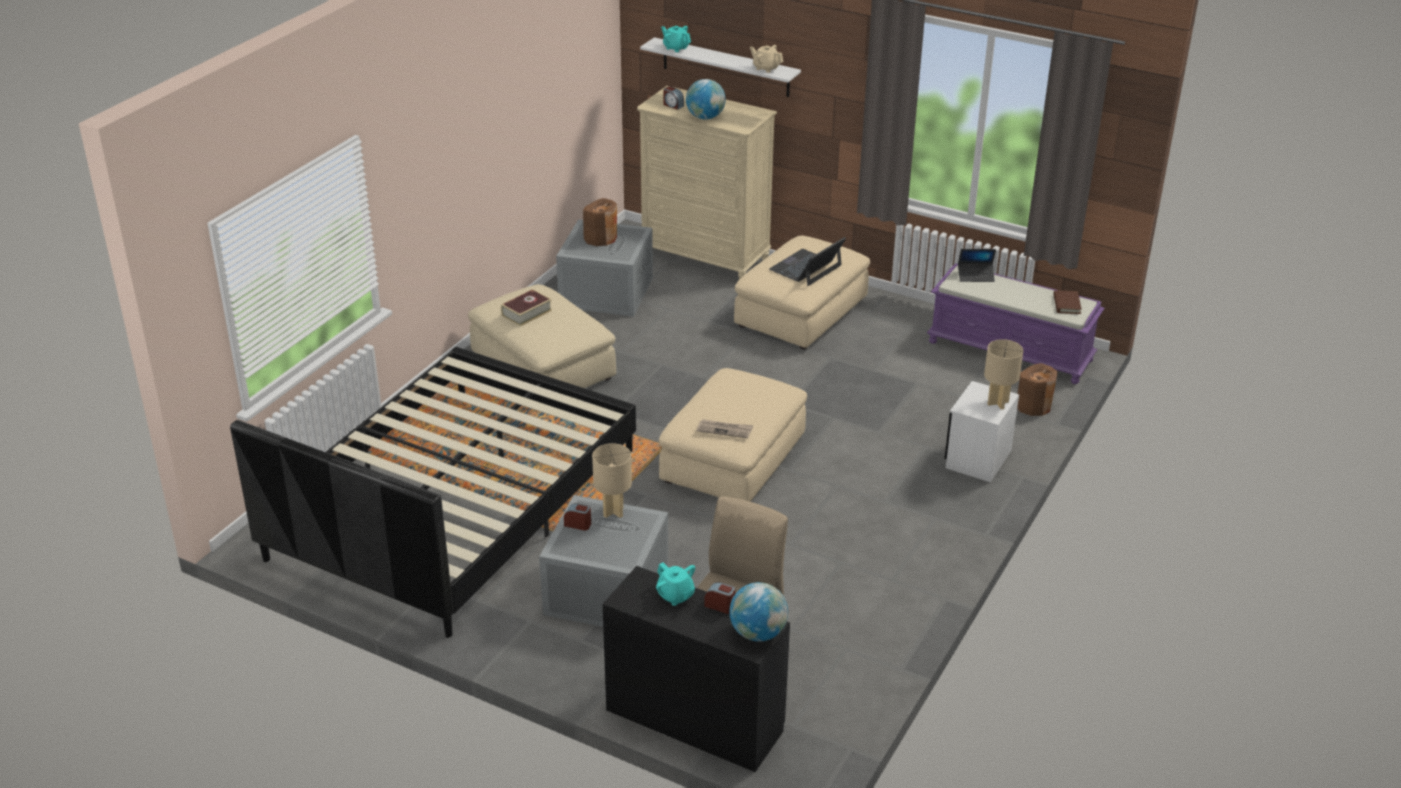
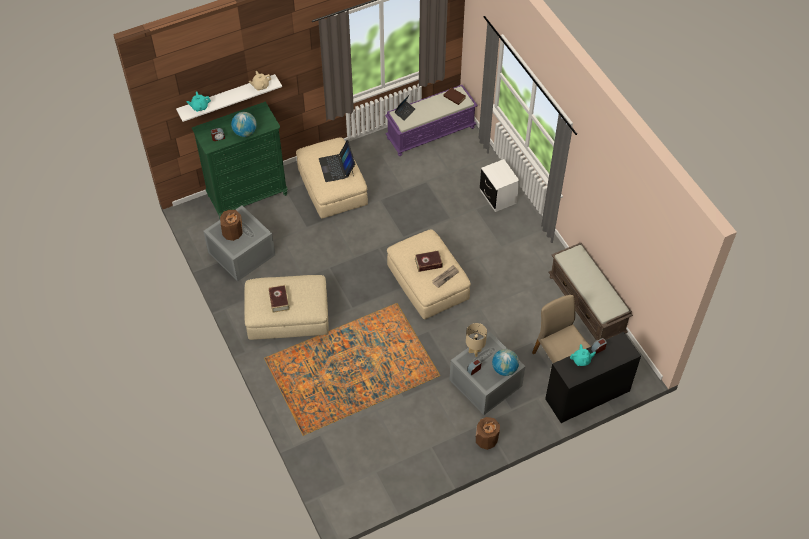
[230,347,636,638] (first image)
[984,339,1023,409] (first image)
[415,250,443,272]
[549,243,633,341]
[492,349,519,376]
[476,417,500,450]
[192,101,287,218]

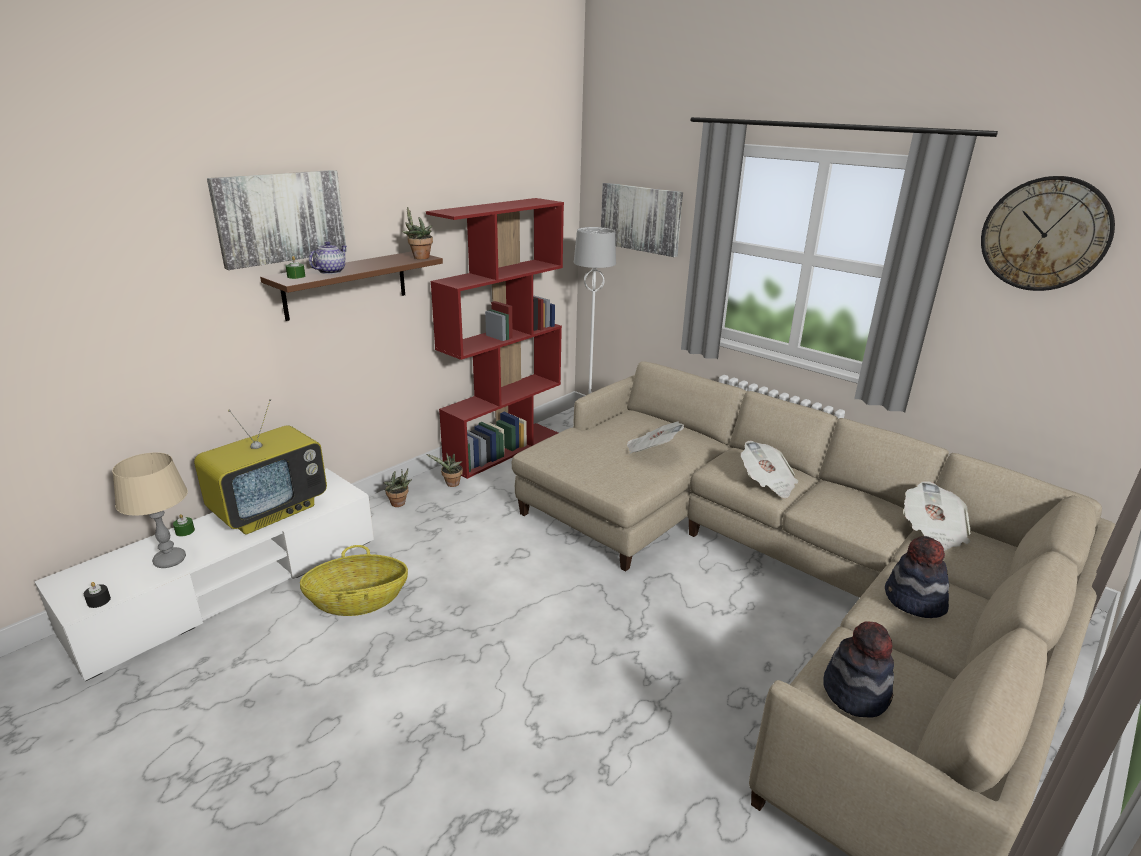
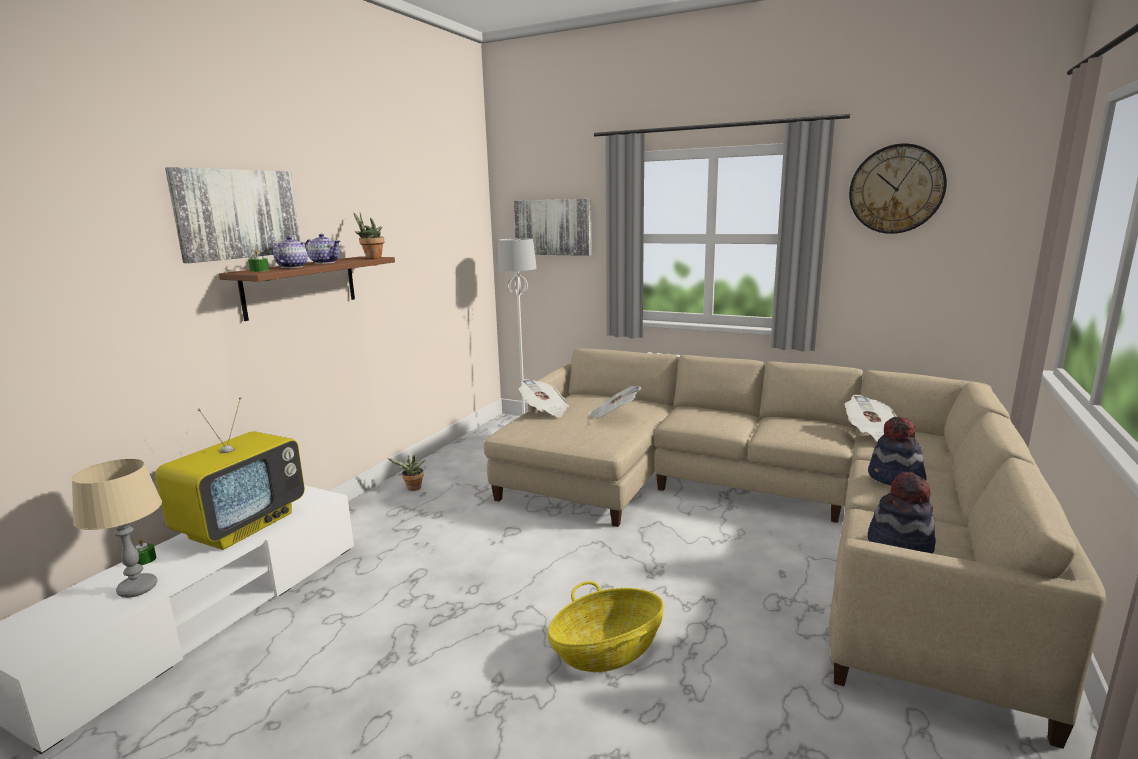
[84,582,111,608] (first image)
[384,468,412,507] (first image)
[426,198,564,479] (first image)
[305,234,340,264]
[548,581,663,672]
[519,379,570,417]

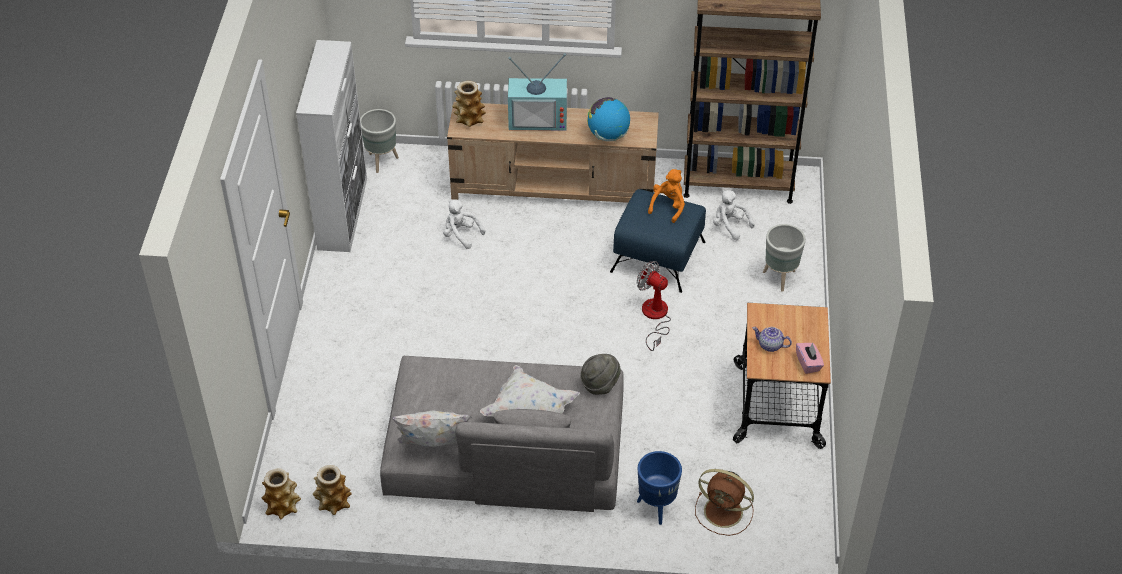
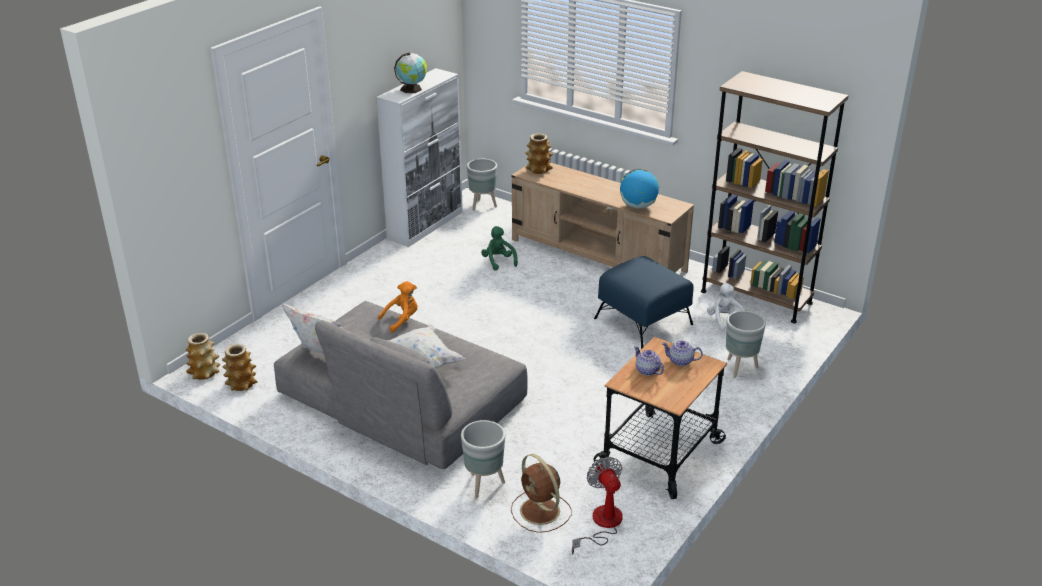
[508,53,567,131] (first image)
[580,354,621,395] (first image)
[796,343,824,374] (first image)
[394,52,427,93]
[662,341,703,366]
[572,457,623,555]
[378,281,418,333]
[481,226,518,271]
[461,420,505,498]

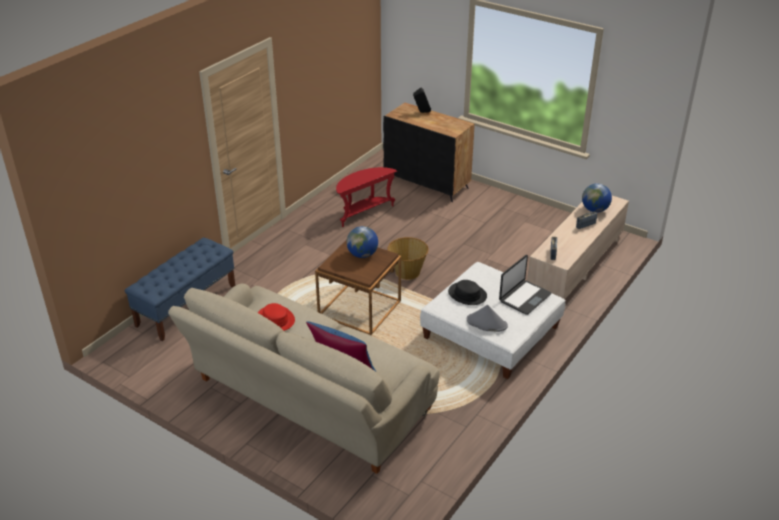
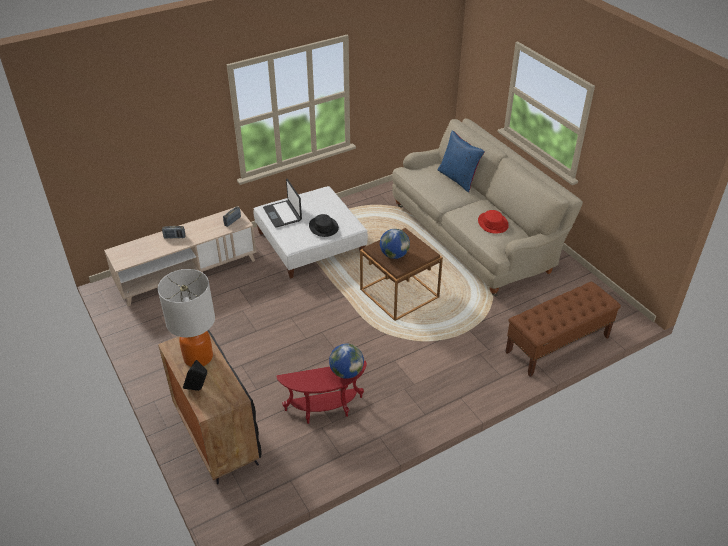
[387,237,429,280] (first image)
[467,305,508,332] (first image)
[158,269,215,367]
[329,344,364,379]
[506,281,621,377]
[263,179,302,228]

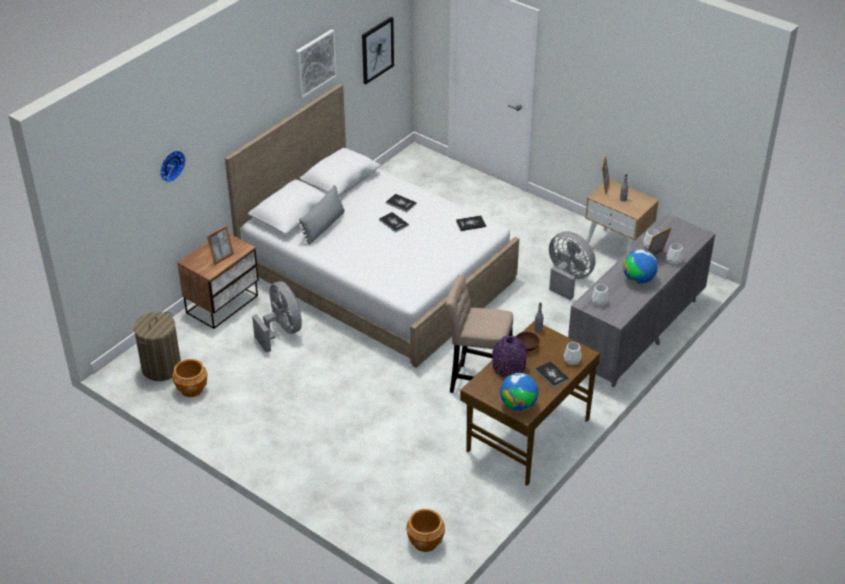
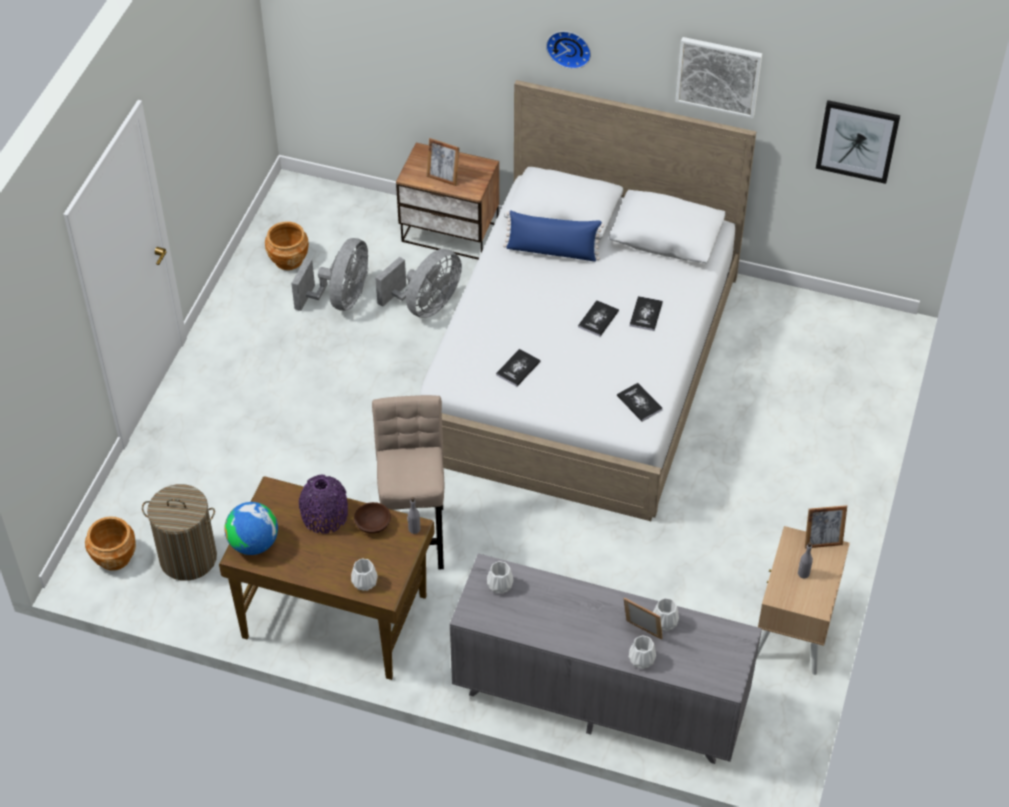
[623,249,658,284] (first image)
[142,484,217,581]
[546,31,591,69]
[496,349,541,387]
[291,238,368,311]
[503,210,604,261]

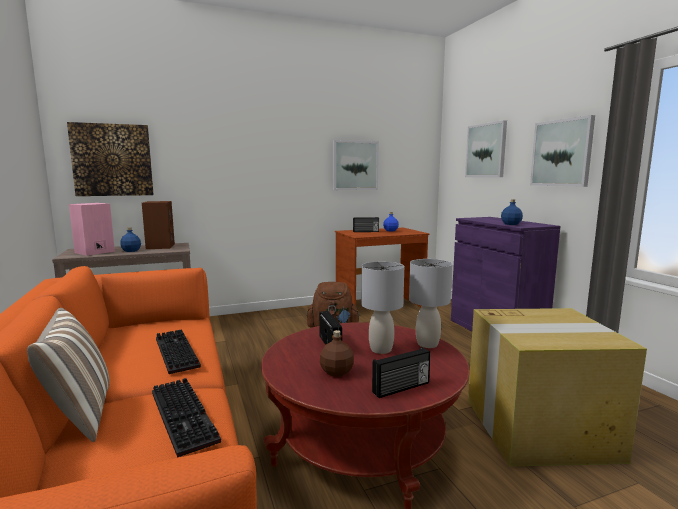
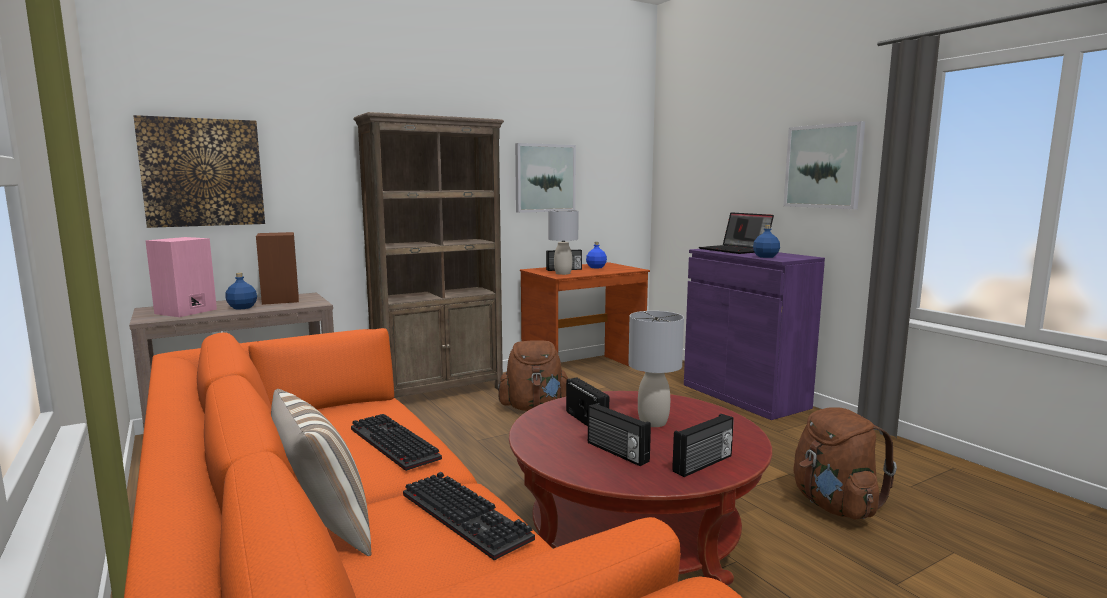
[465,120,507,177] (first image)
[353,112,504,398]
[699,212,774,254]
[548,210,579,275]
[588,403,651,466]
[794,407,897,520]

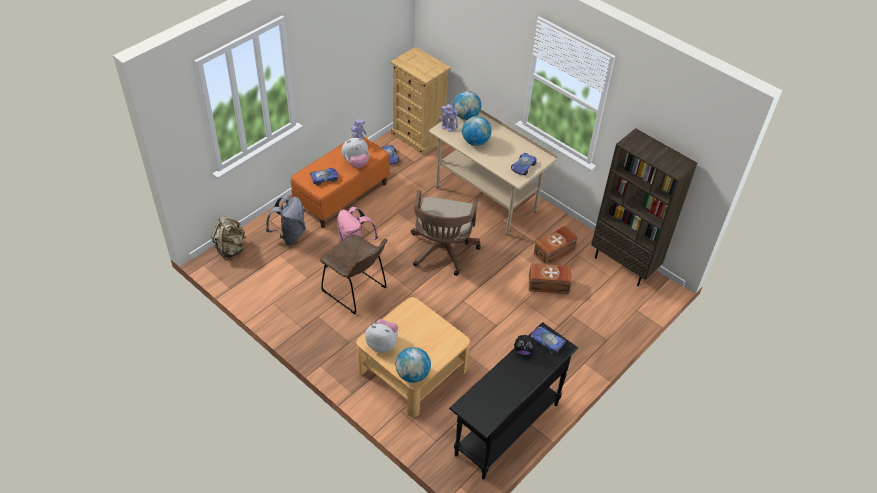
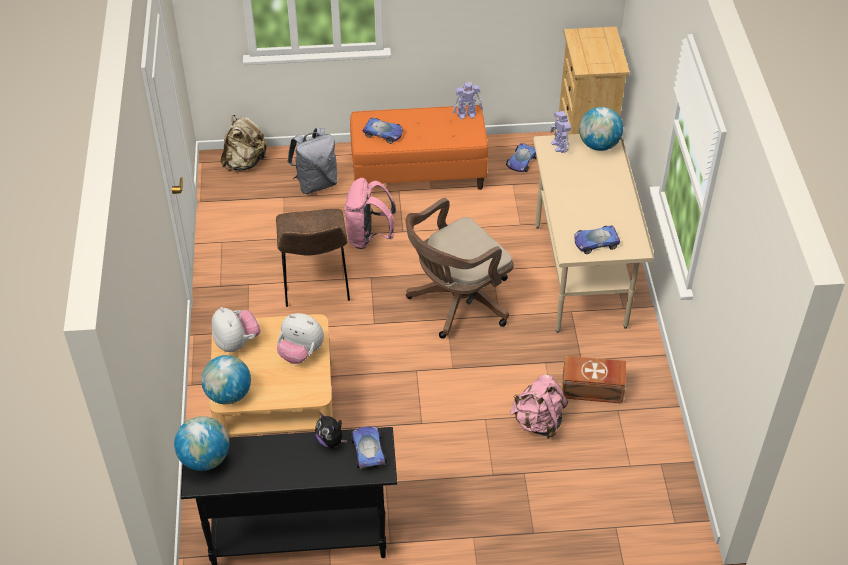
[591,128,697,286] (first image)
[277,313,324,364]
[174,416,229,471]
[510,374,568,439]

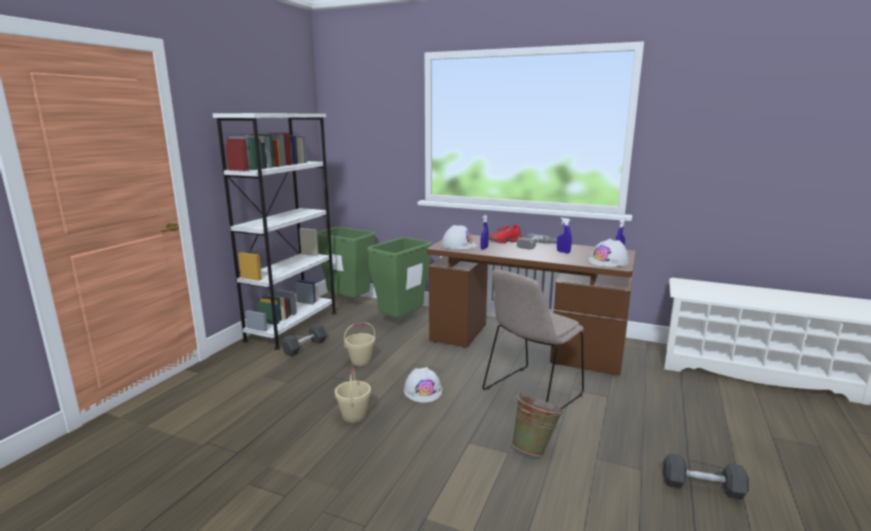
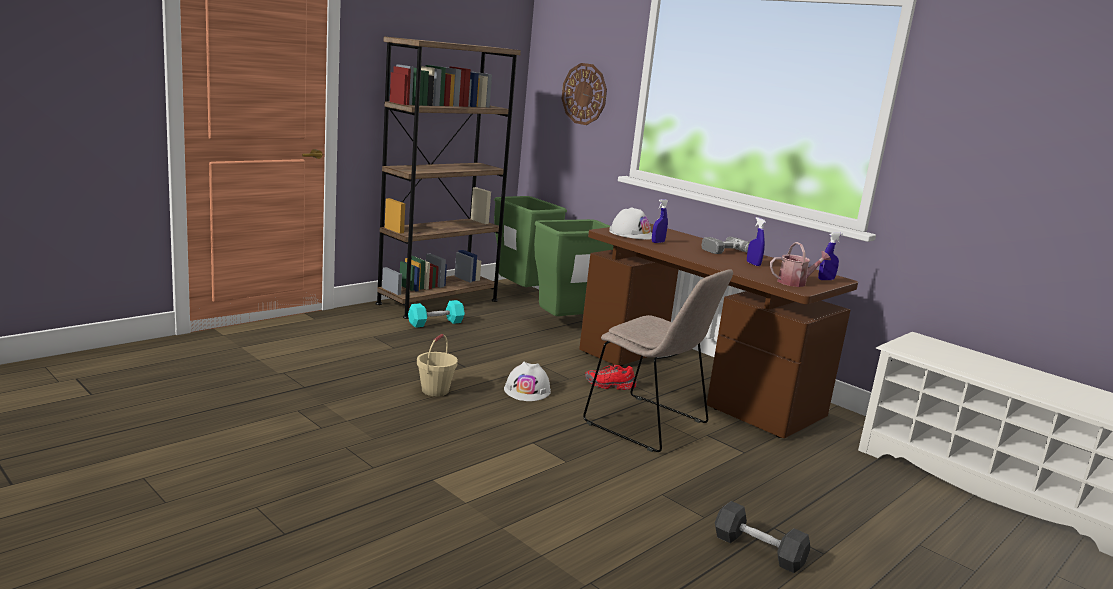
[344,322,375,366] (first image)
[512,392,563,456] (first image)
[562,63,607,125]
[585,364,637,390]
[770,242,831,287]
[376,36,521,319]
[408,300,465,328]
[583,269,733,452]

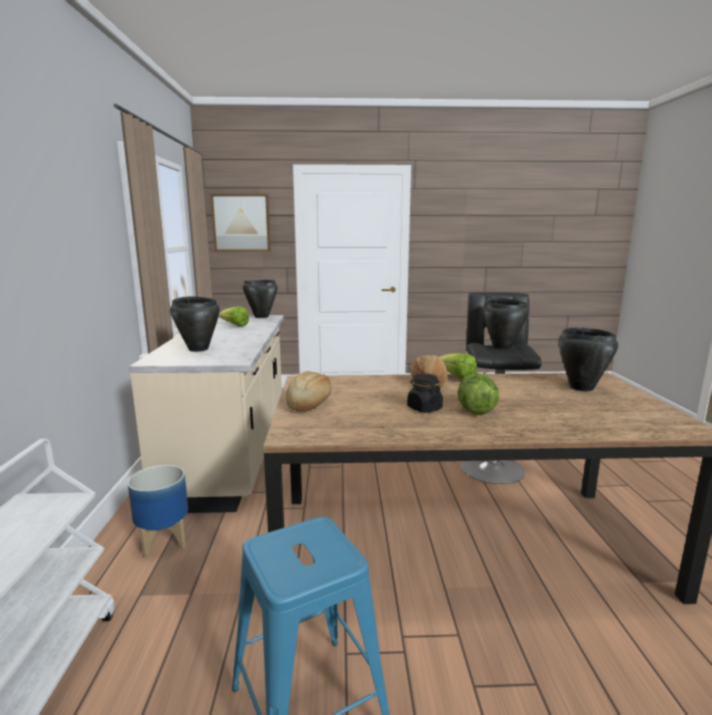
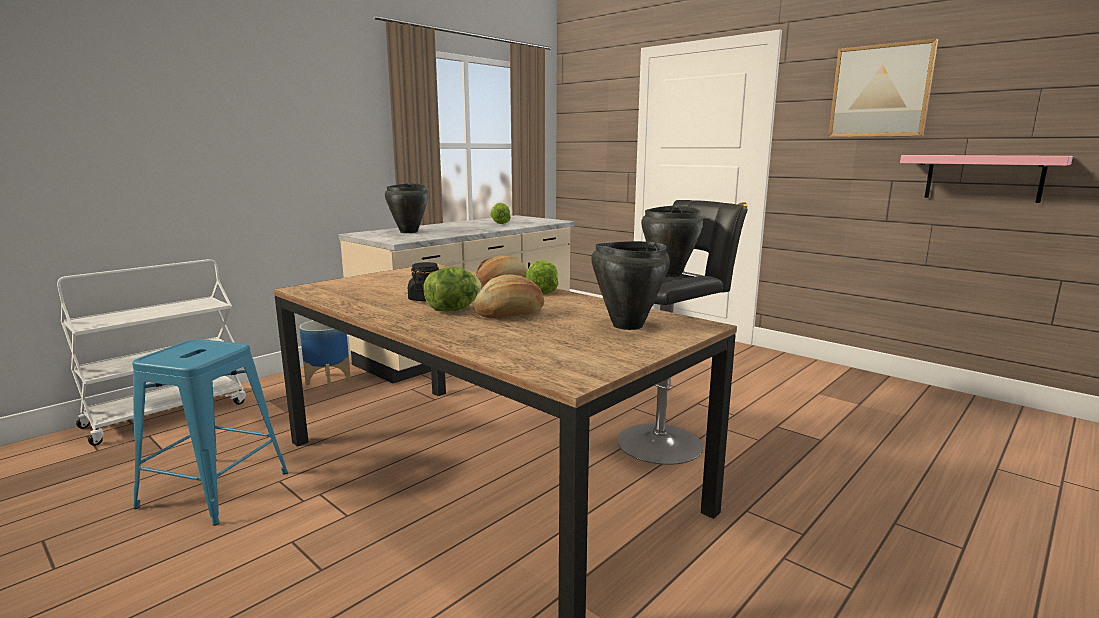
[243,280,278,318] (first image)
[900,155,1073,203]
[828,39,938,137]
[474,275,544,318]

